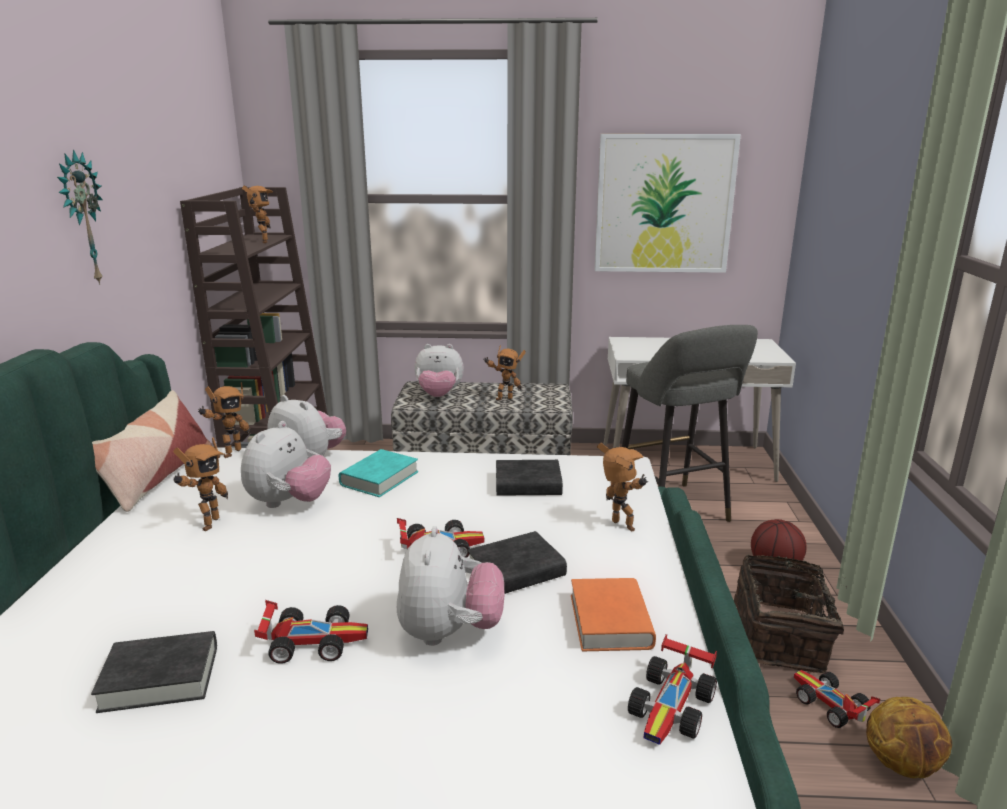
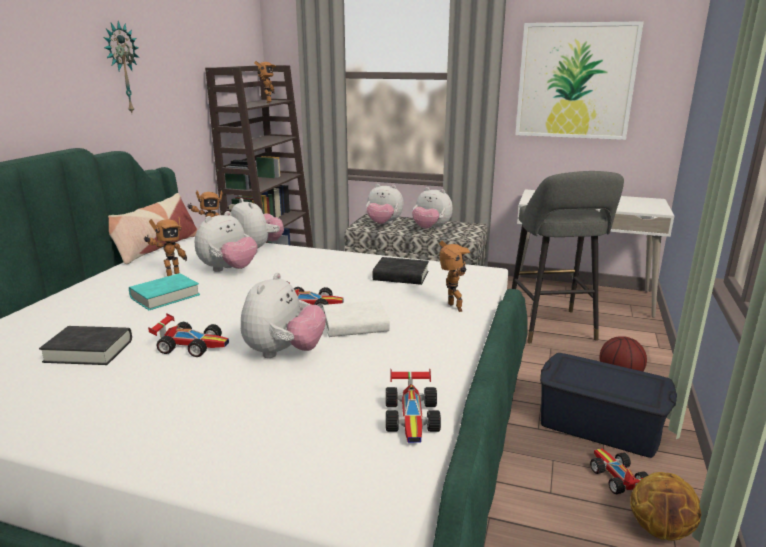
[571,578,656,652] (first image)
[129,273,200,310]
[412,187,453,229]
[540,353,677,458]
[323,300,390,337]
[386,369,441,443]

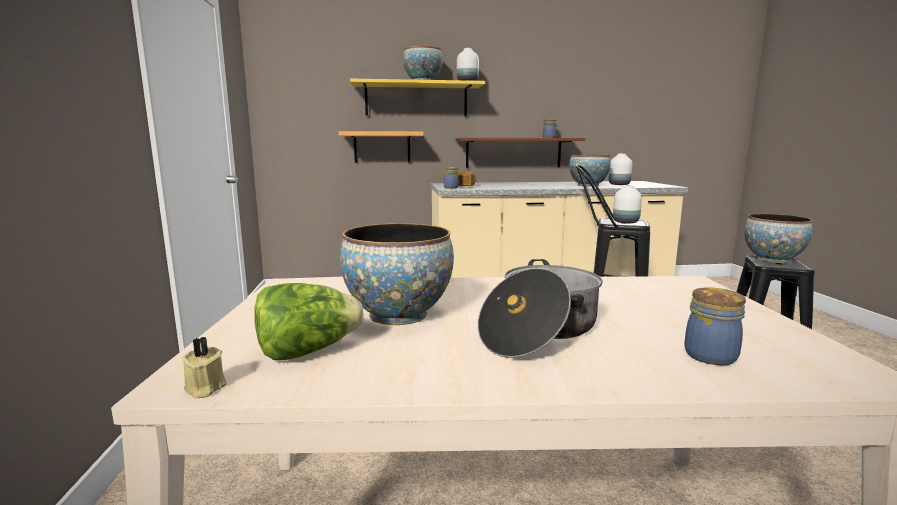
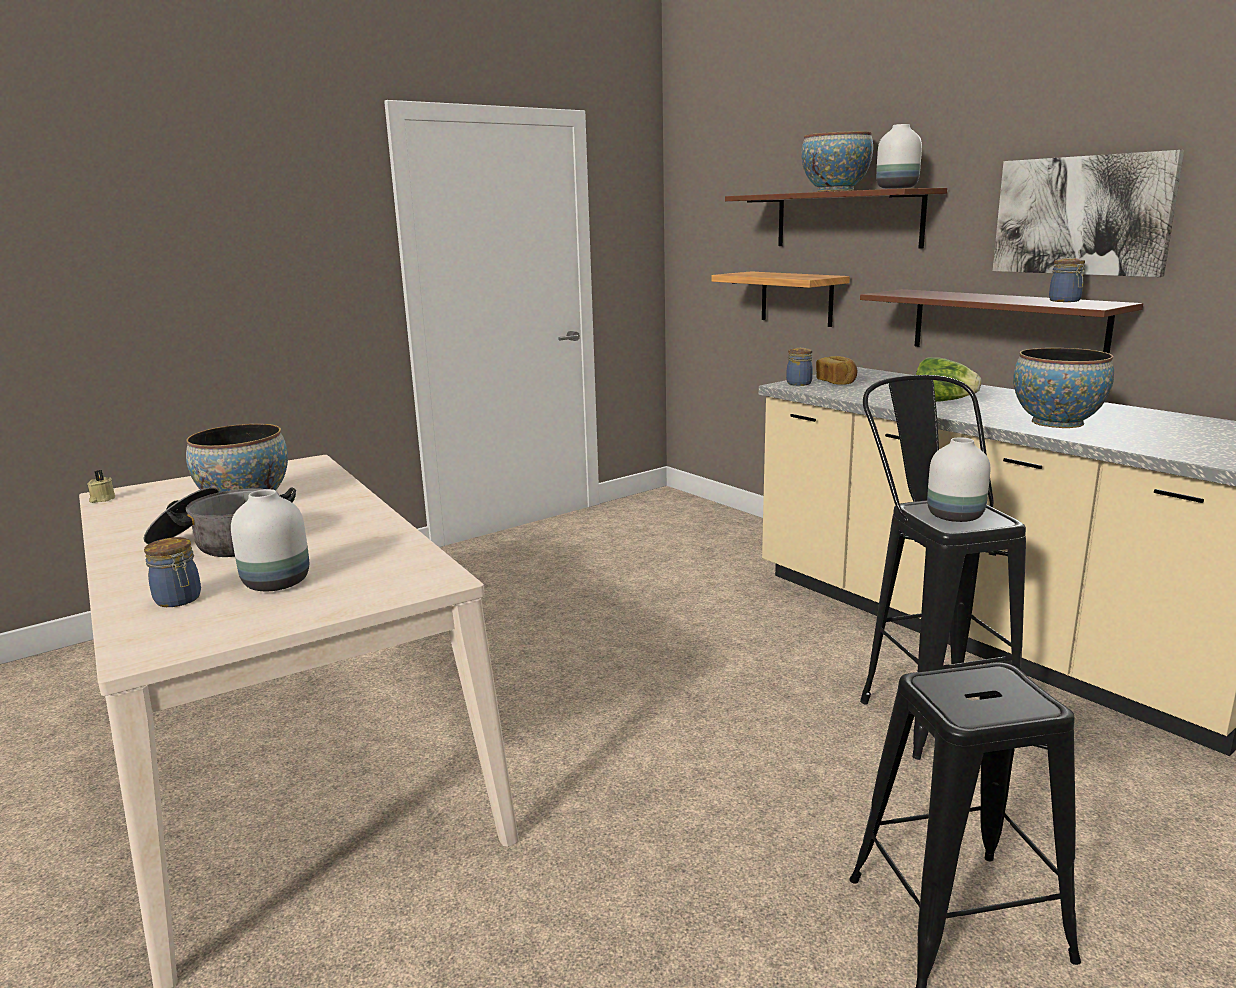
[744,214,813,263] (first image)
[993,150,1184,277]
[916,357,981,402]
[231,489,309,591]
[725,188,947,249]

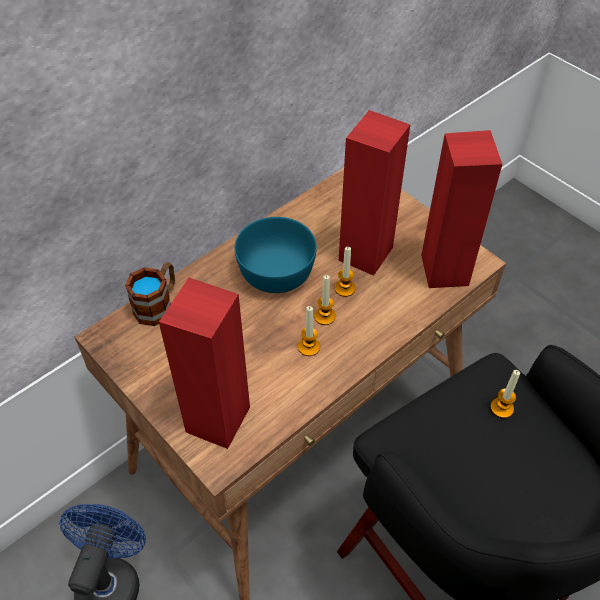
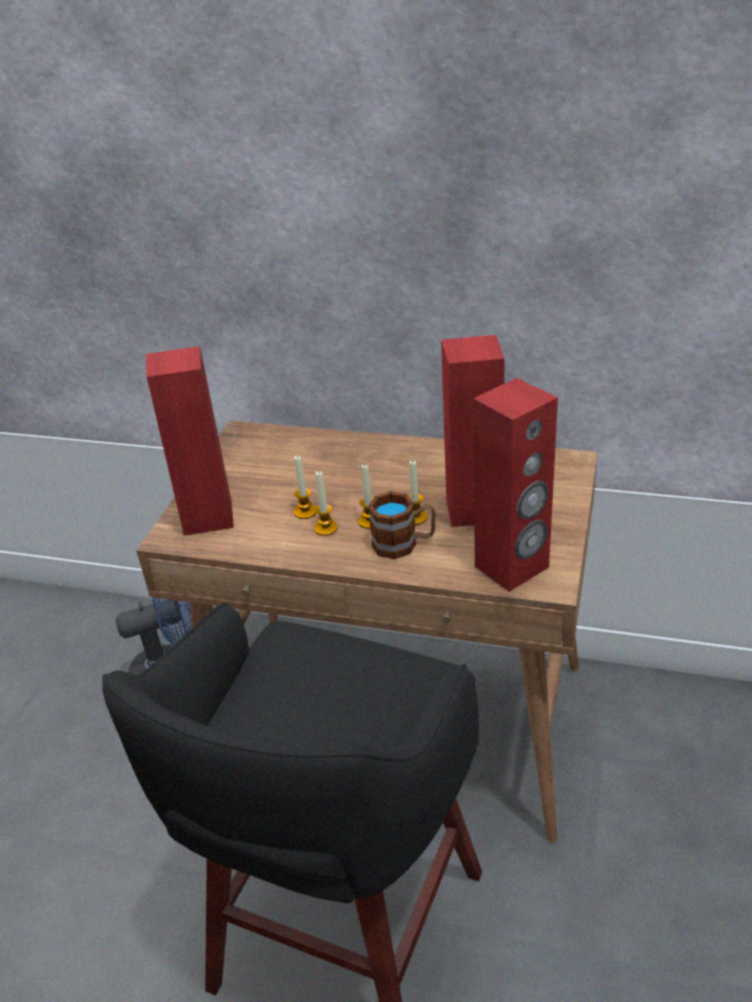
[234,217,317,293] (first image)
[368,491,436,559]
[294,455,316,519]

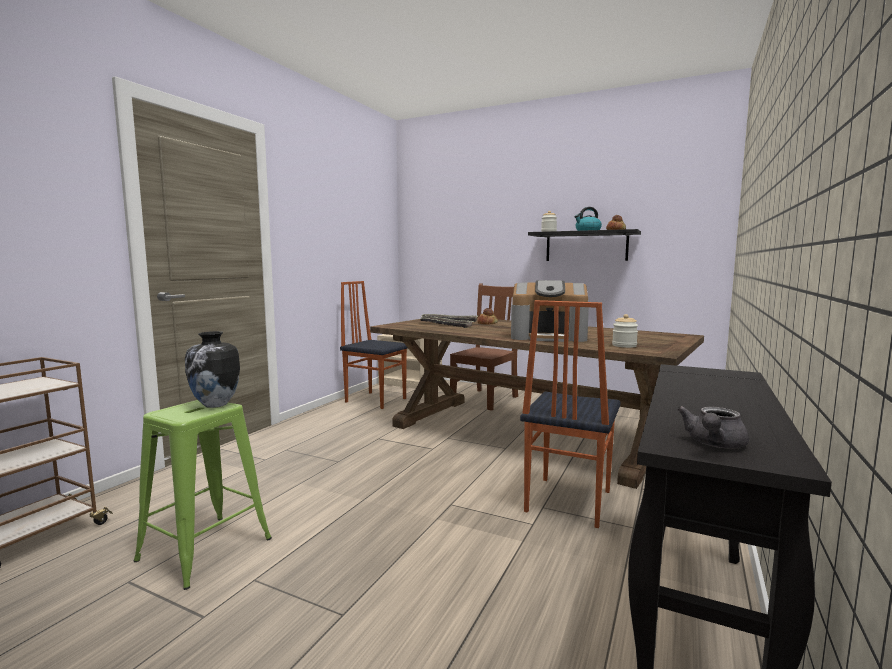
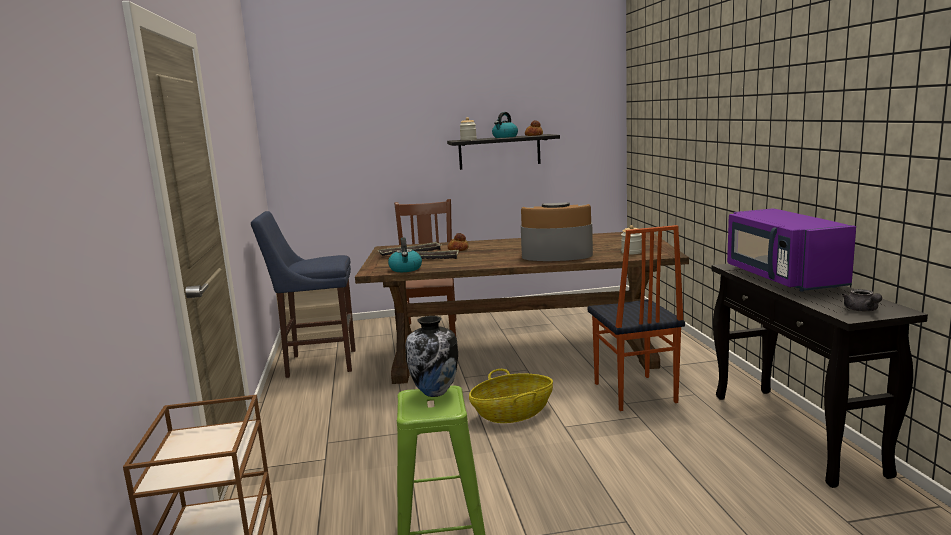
[388,237,422,272]
[469,369,553,423]
[727,208,856,292]
[251,211,356,378]
[521,202,593,261]

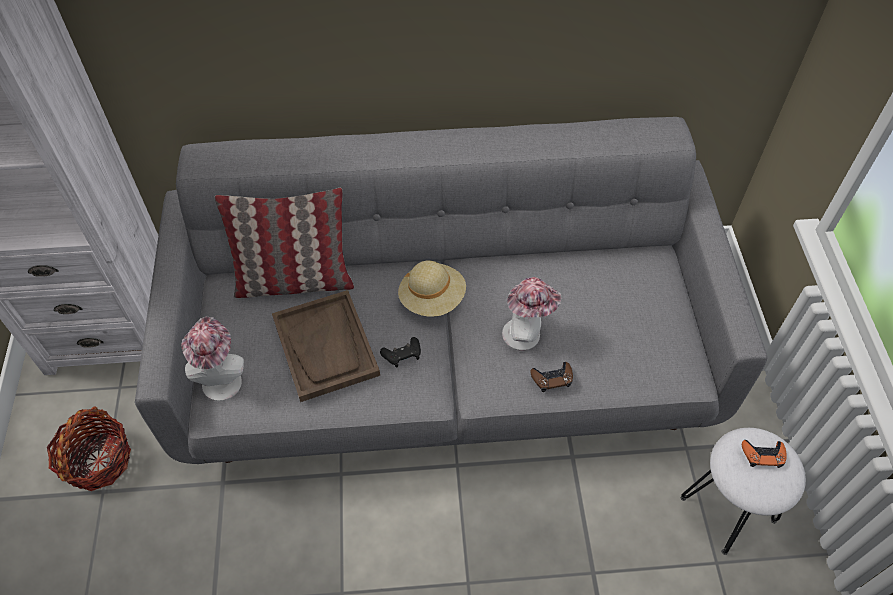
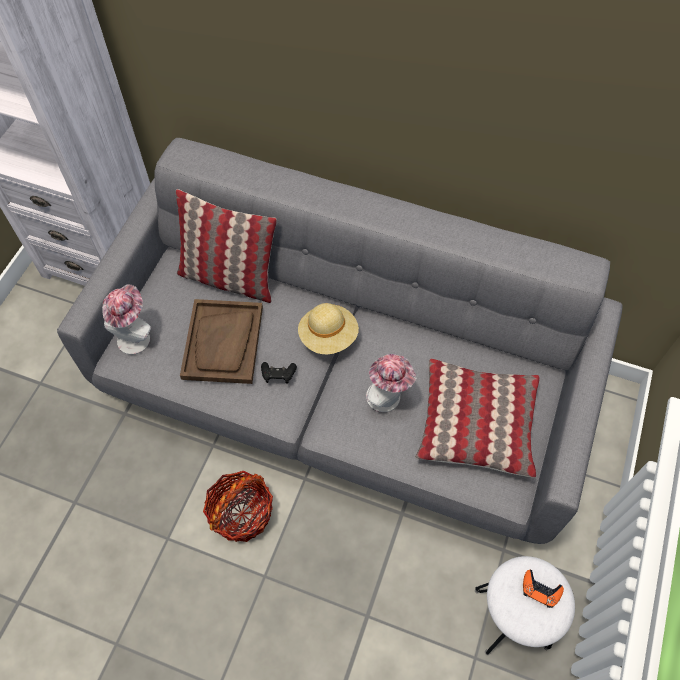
[530,362,573,392] (first image)
[415,359,540,478]
[203,471,273,542]

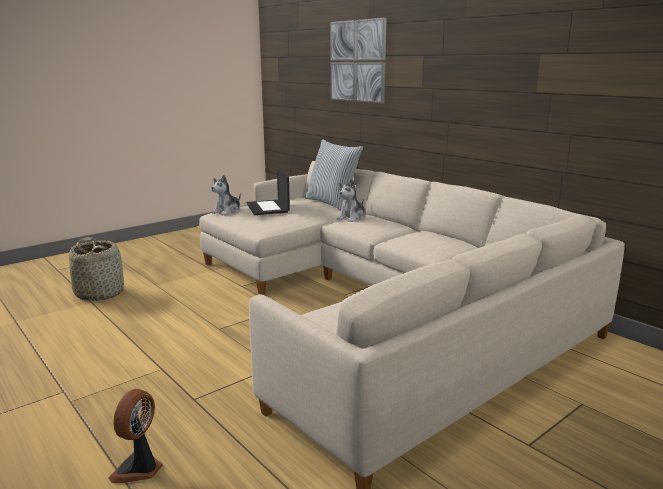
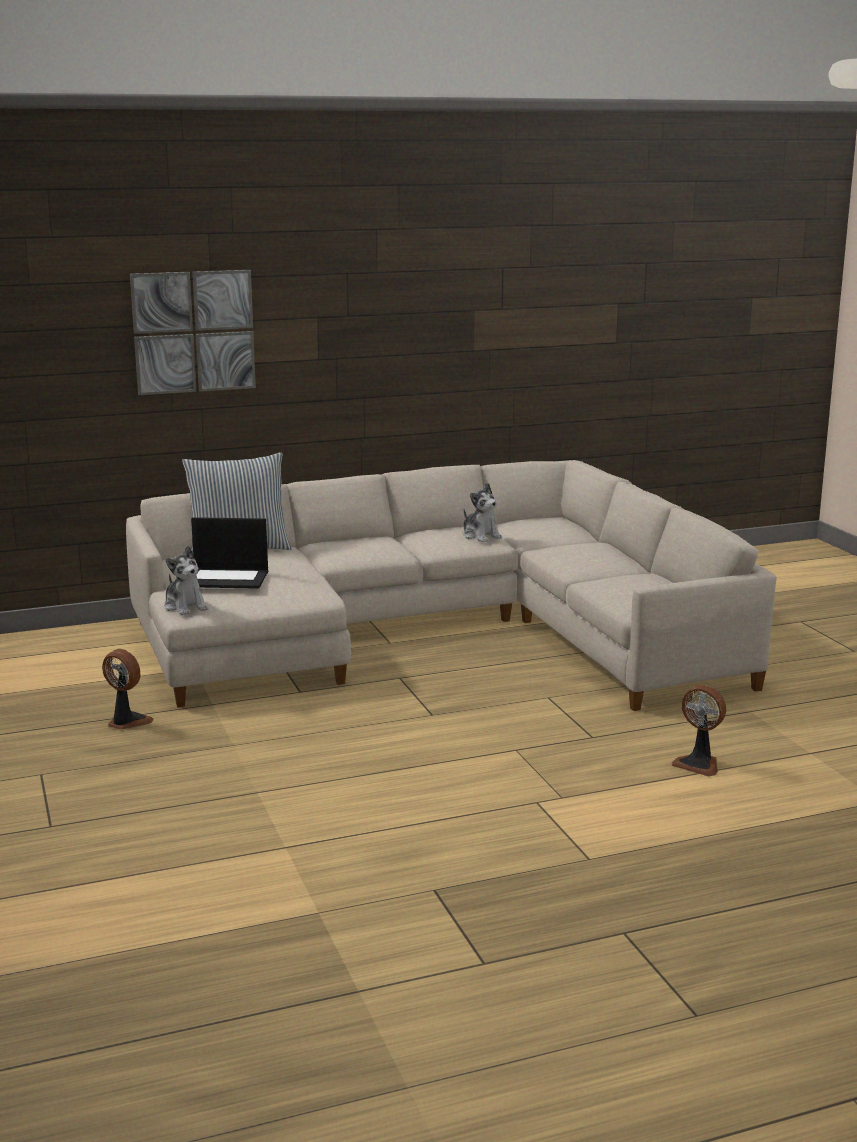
[69,237,124,301] (first image)
[102,649,154,730]
[463,483,502,542]

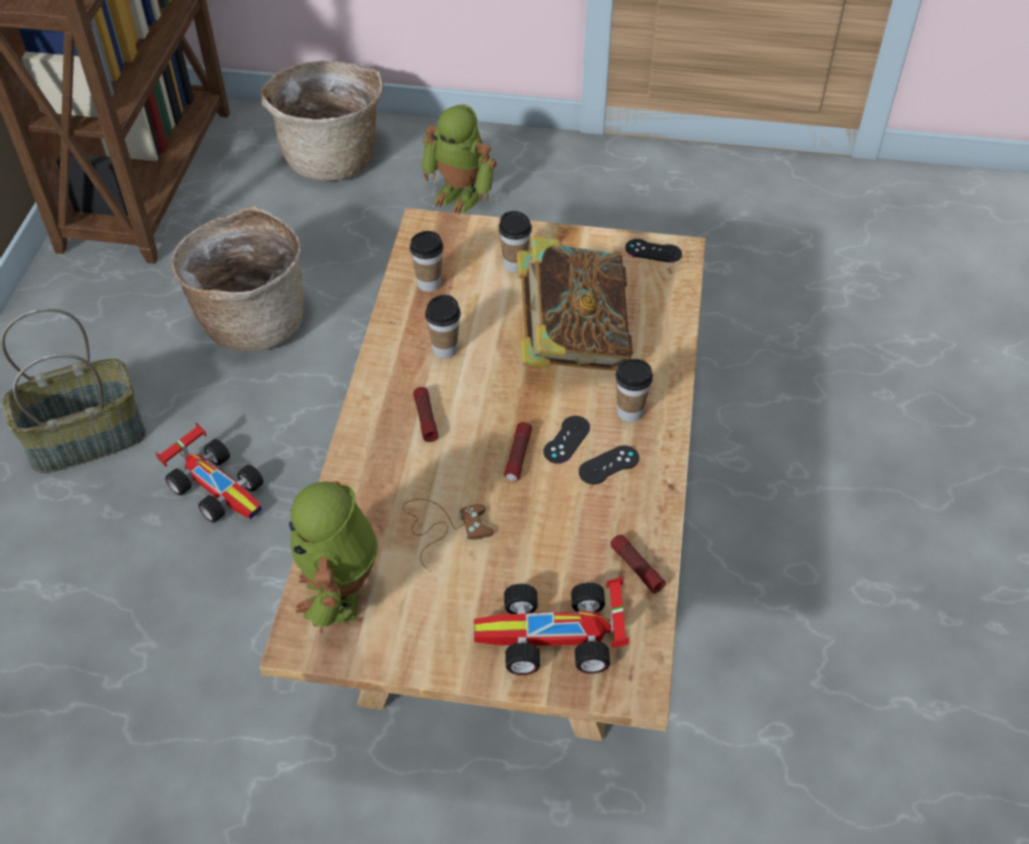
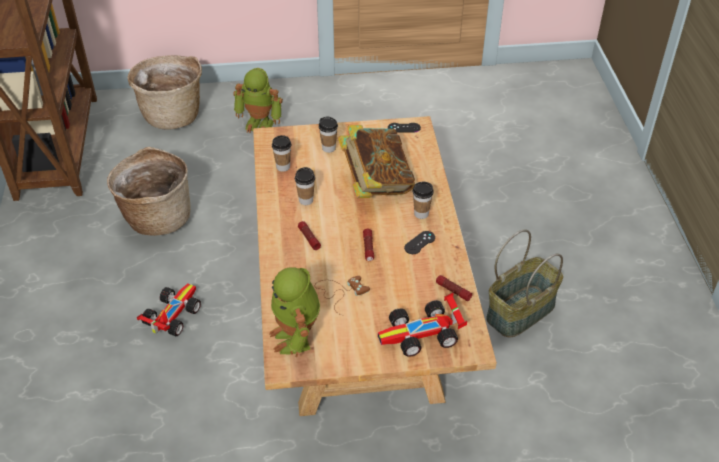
[543,416,590,464] (first image)
[486,230,563,338]
[137,283,201,336]

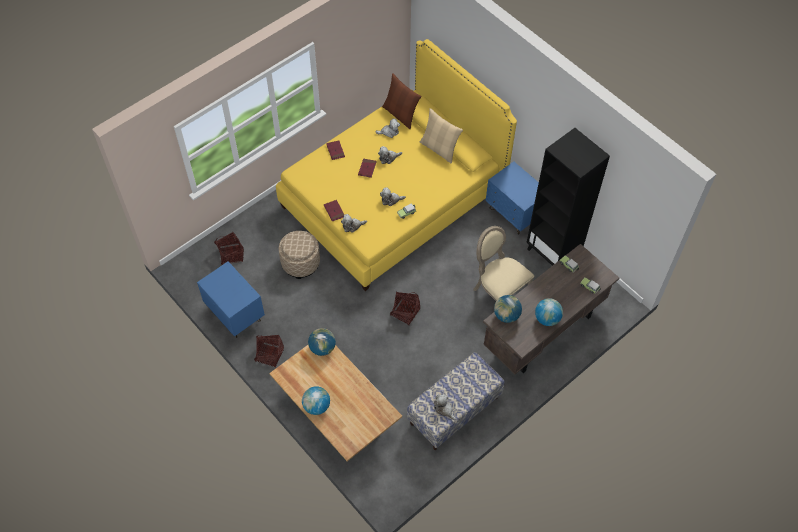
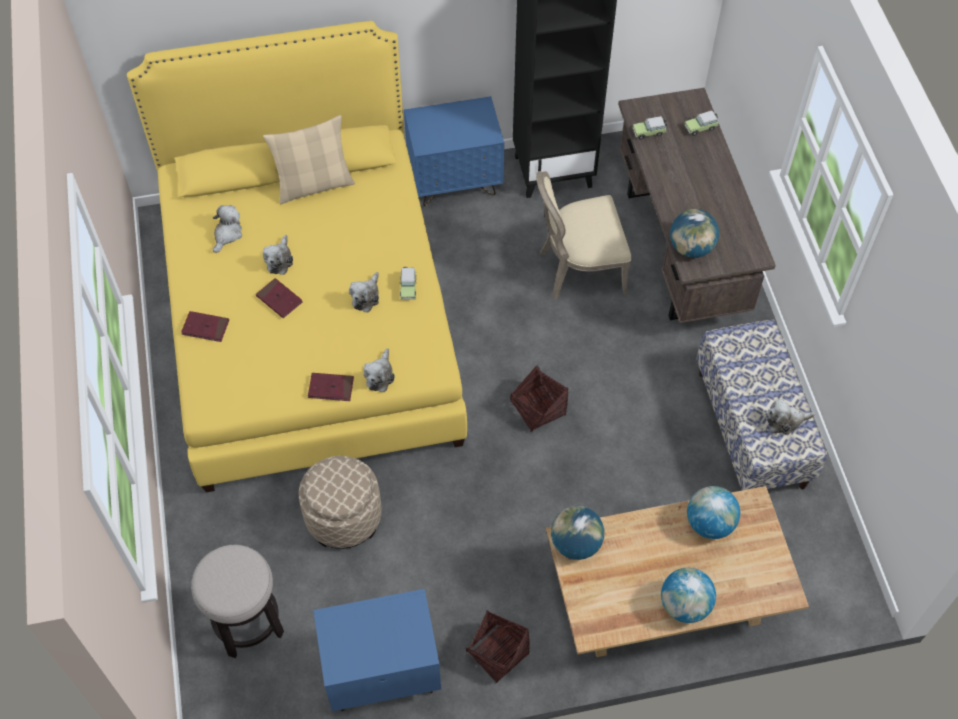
[382,73,422,129] (first image)
[687,486,740,539]
[191,545,284,658]

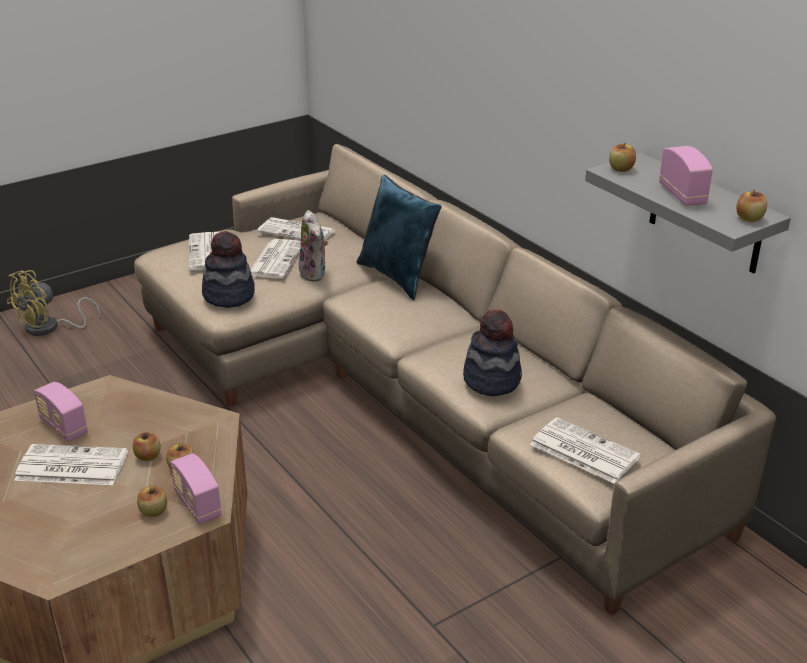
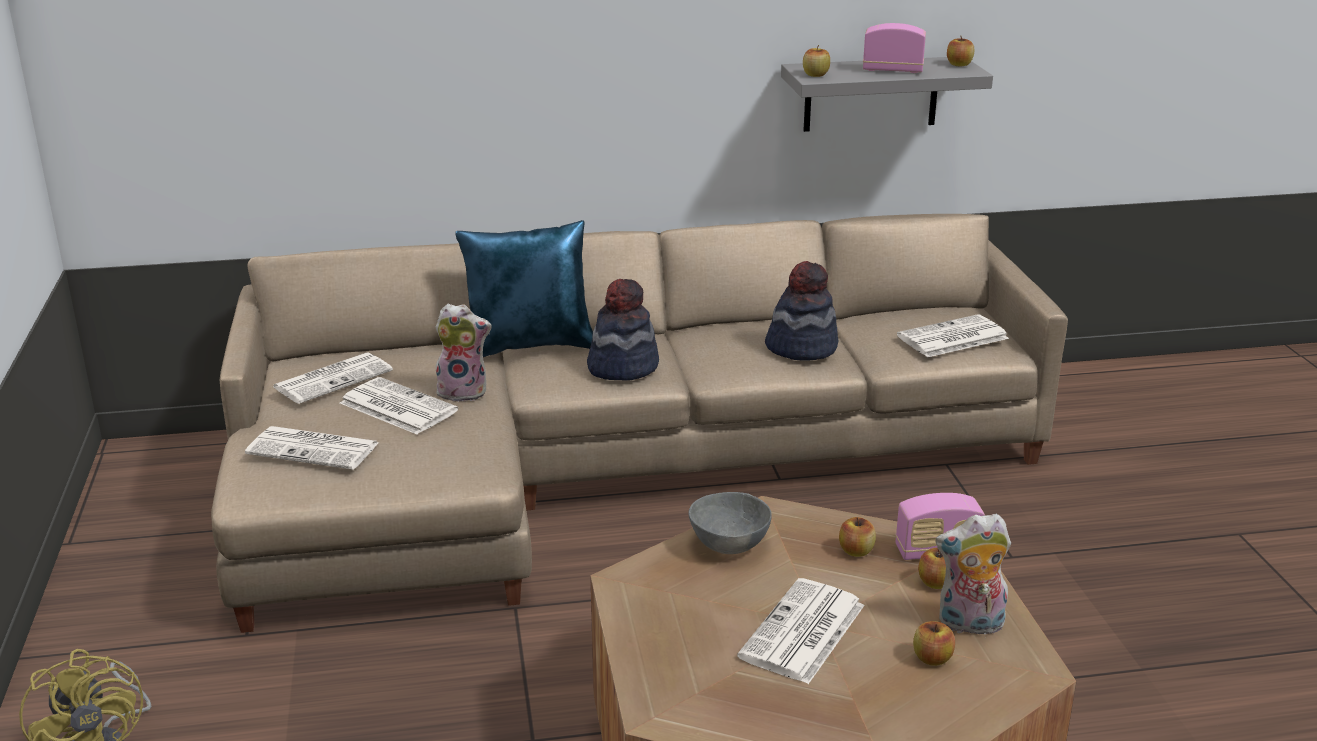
[34,382,88,442] (first image)
[688,492,772,554]
[935,514,1011,635]
[913,621,955,666]
[587,279,659,381]

